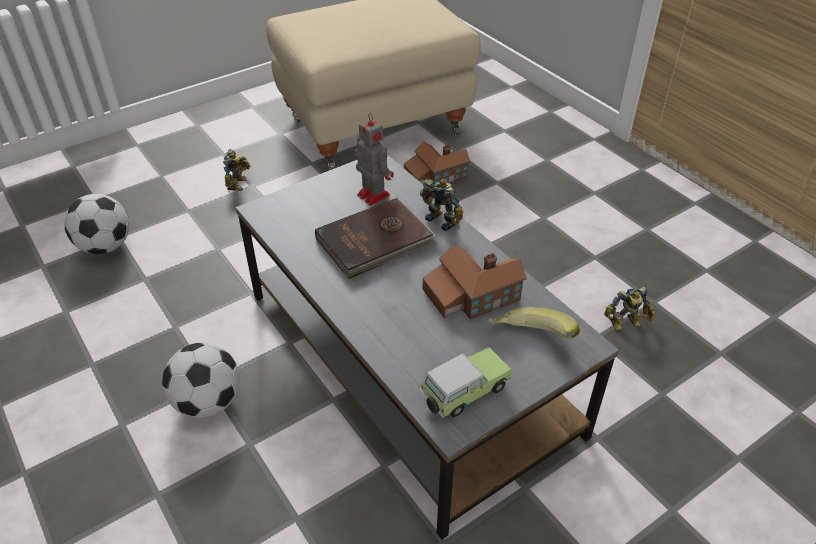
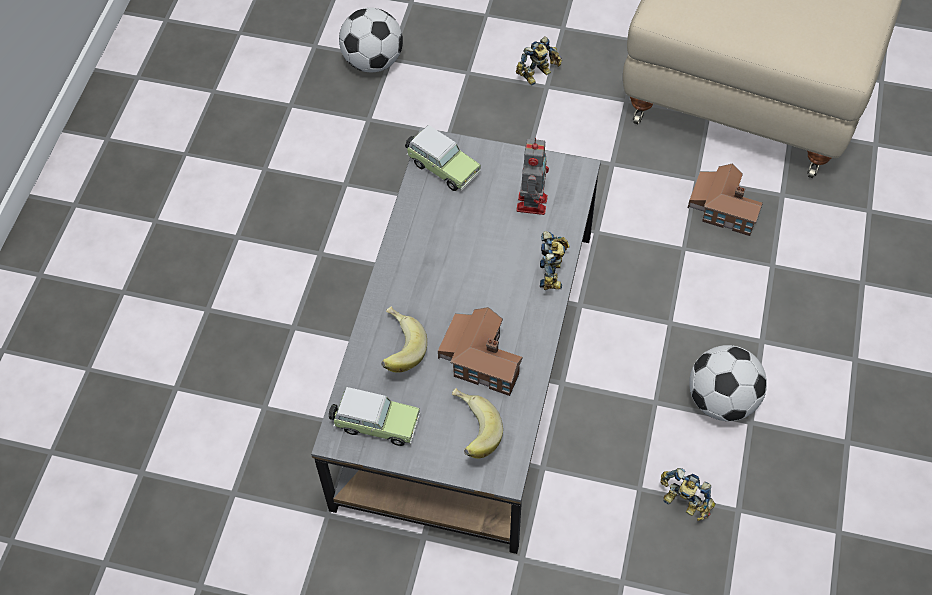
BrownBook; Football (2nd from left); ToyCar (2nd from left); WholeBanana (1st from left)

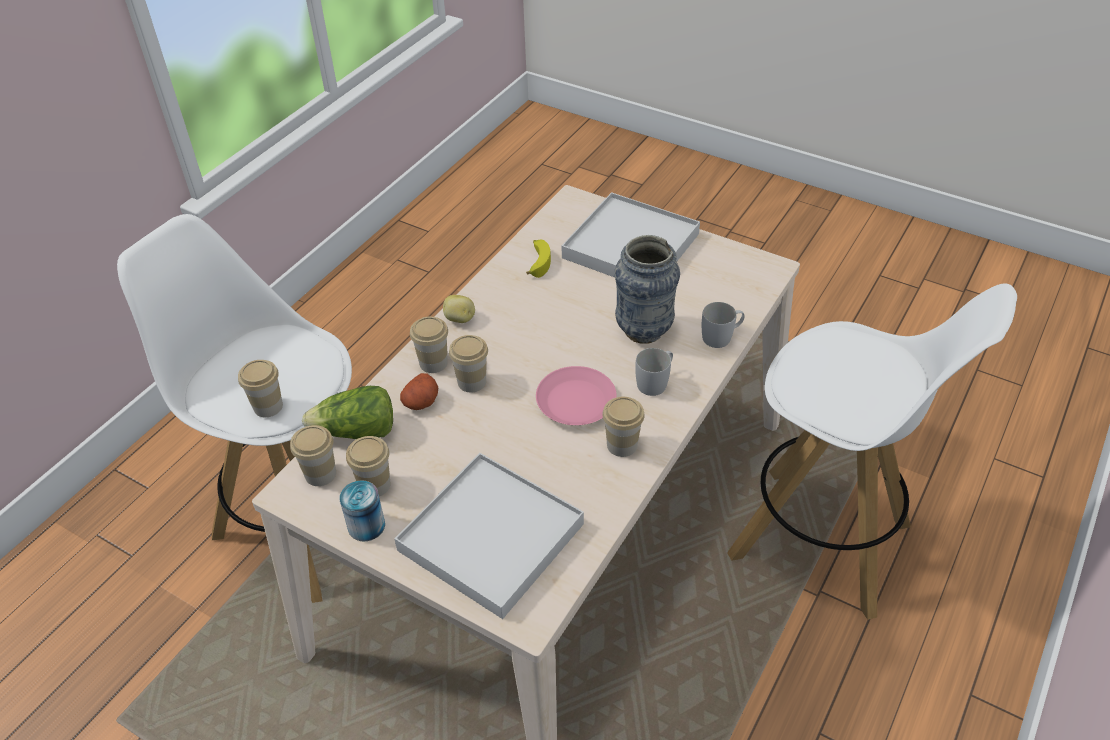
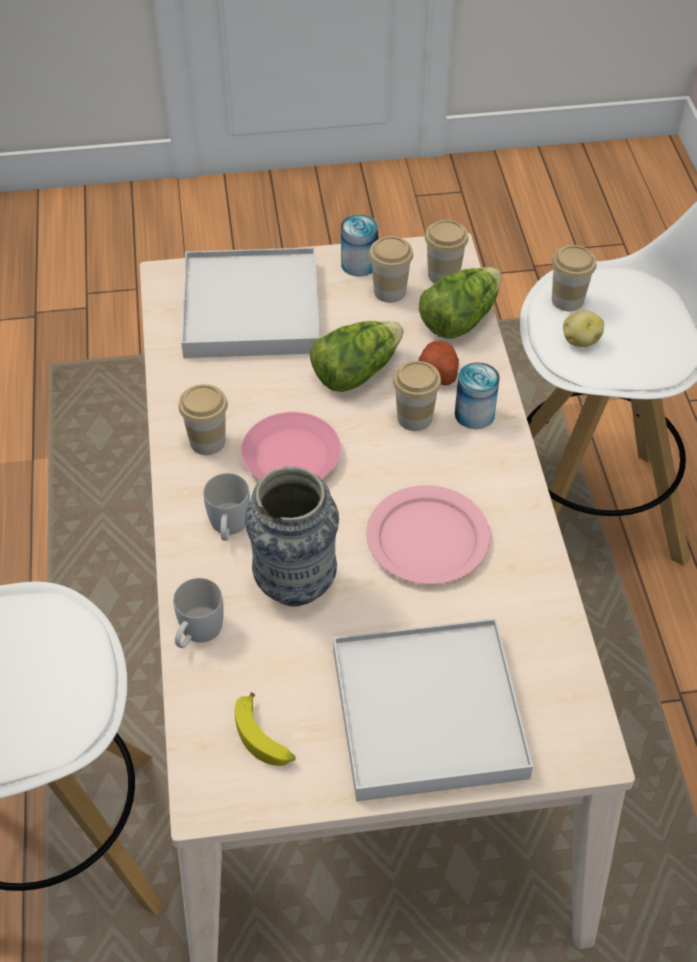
WholeBanana; Spud (2nd from left); MetalCan (2nd from left); HeadOfLettuce (1st from left); PinkishPlate (2nd from left)

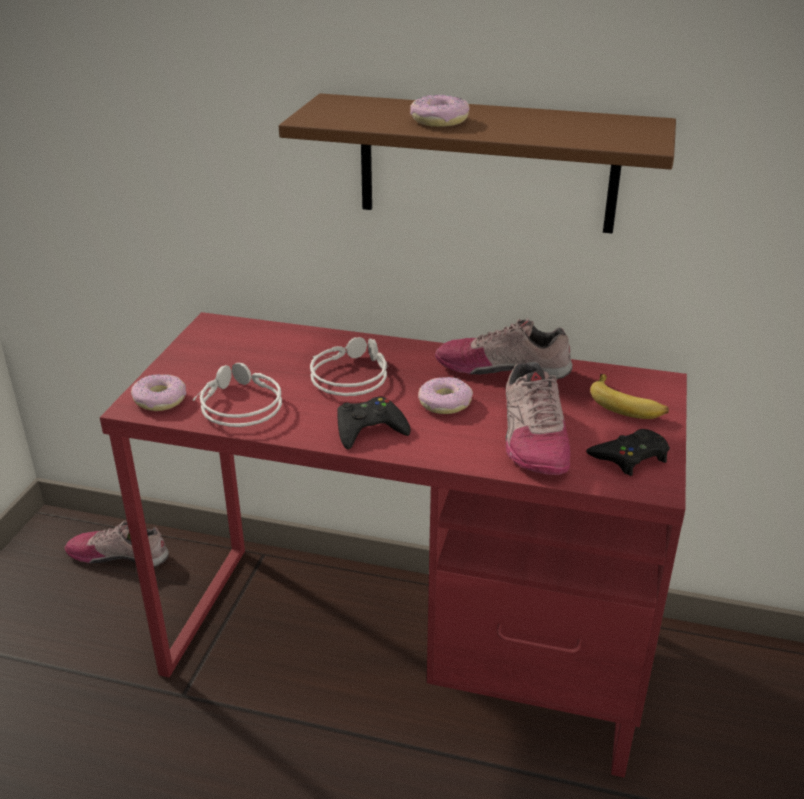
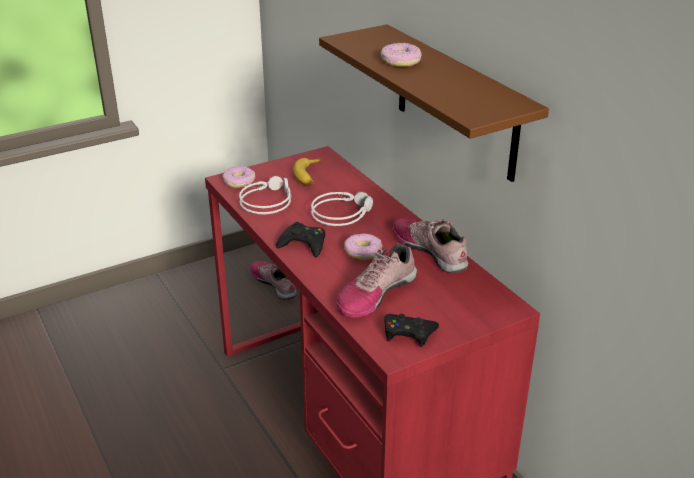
WholeBanana

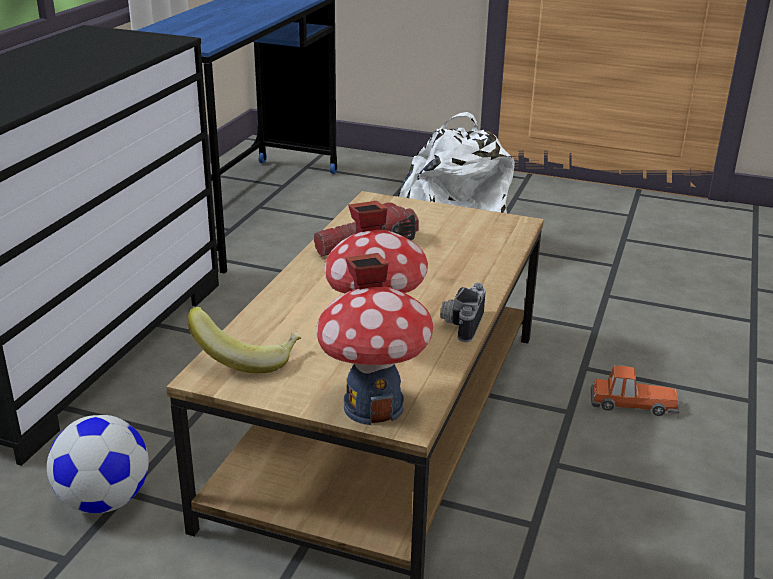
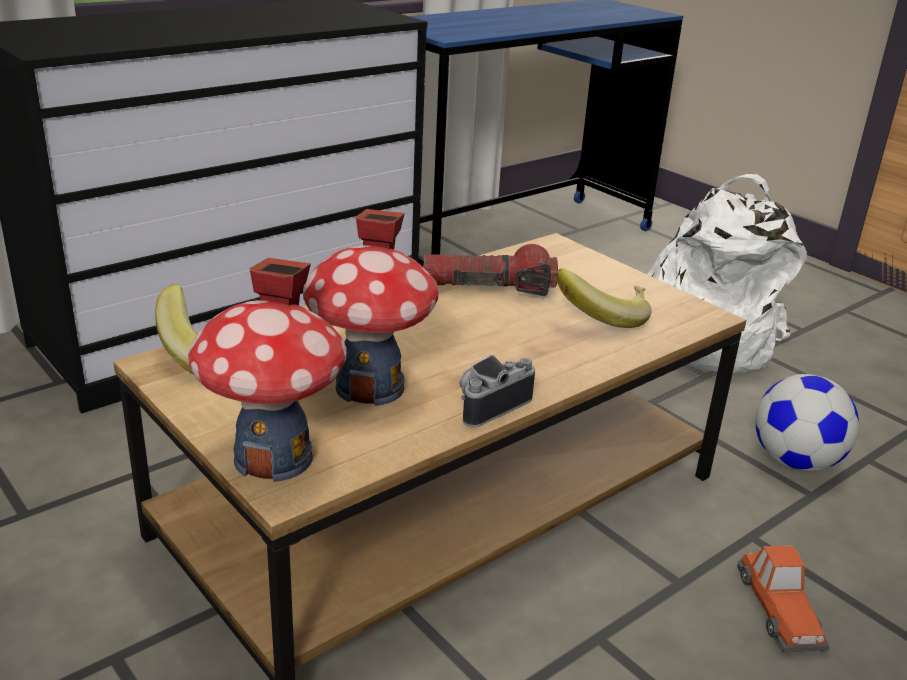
ToyCar; Football; WholeBanana (2nd from left)

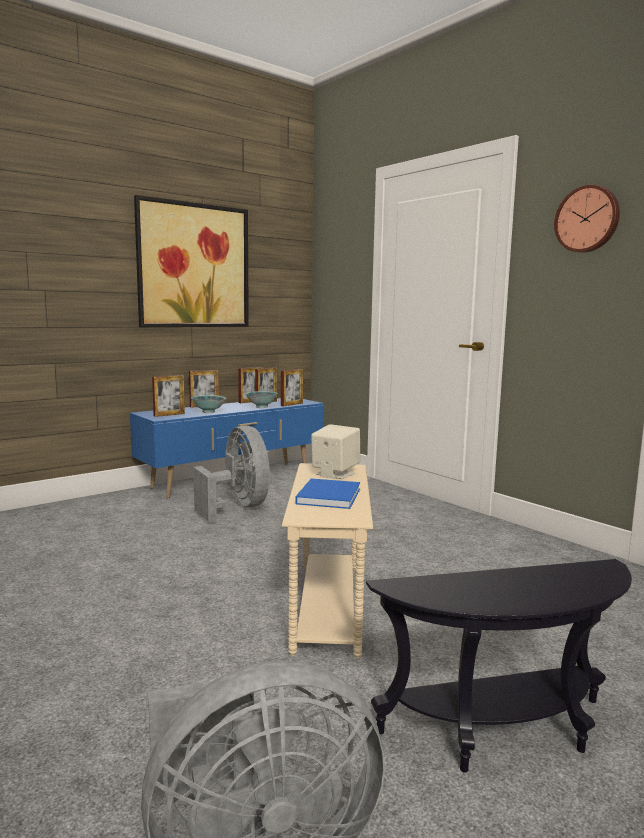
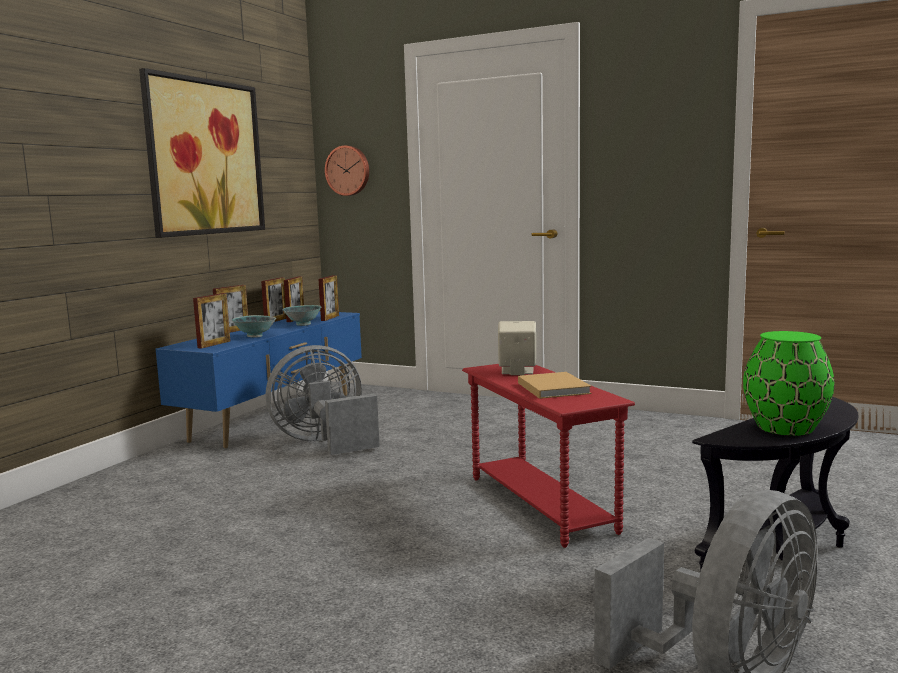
ClockOnTheWall; GreyFan (1st from left); RedColouredEndTable; BeigeColouredBook; GreenishDecorativeVase

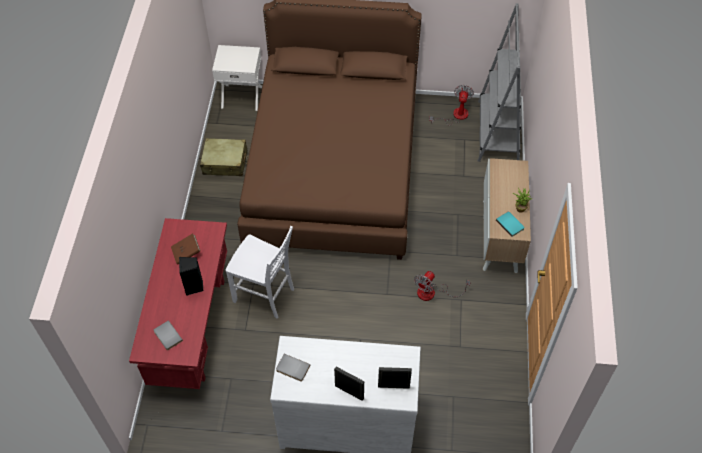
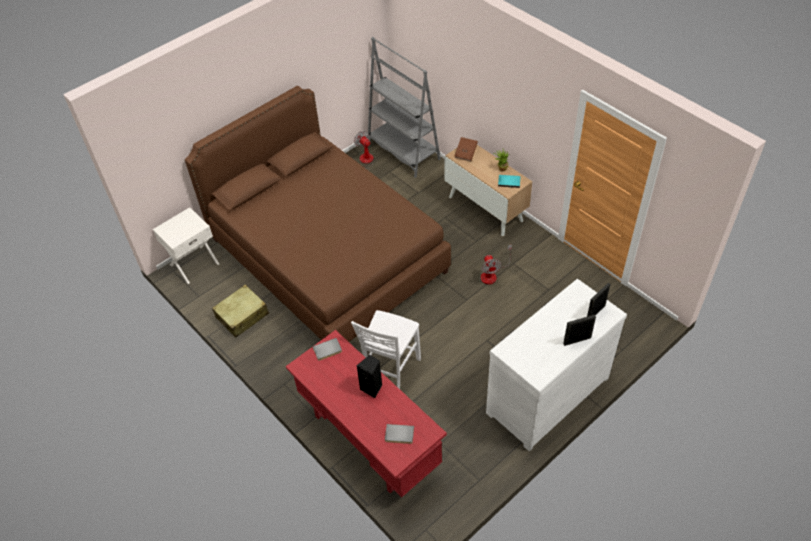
WhitishUprightChair; BrownBook; GreyBook (1st from left)

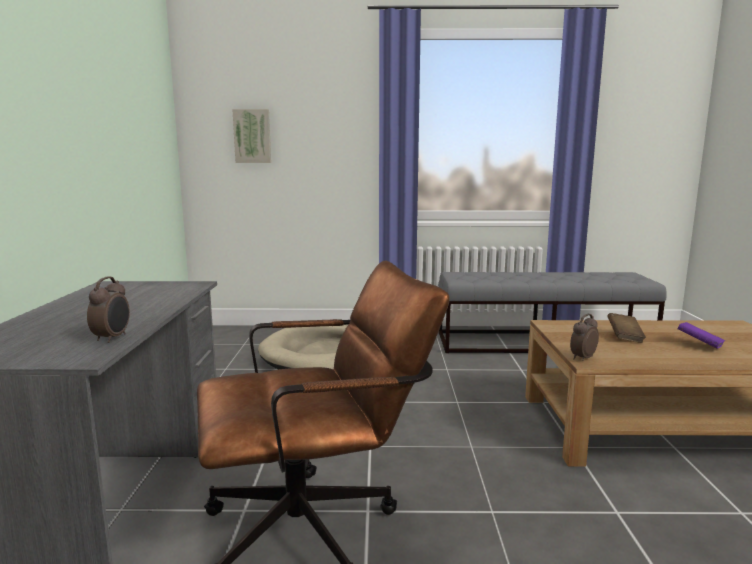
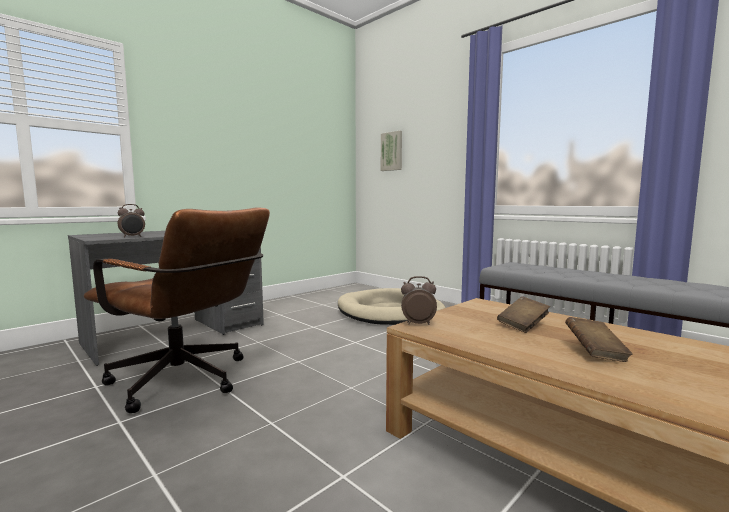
BrownBook (2nd from left)

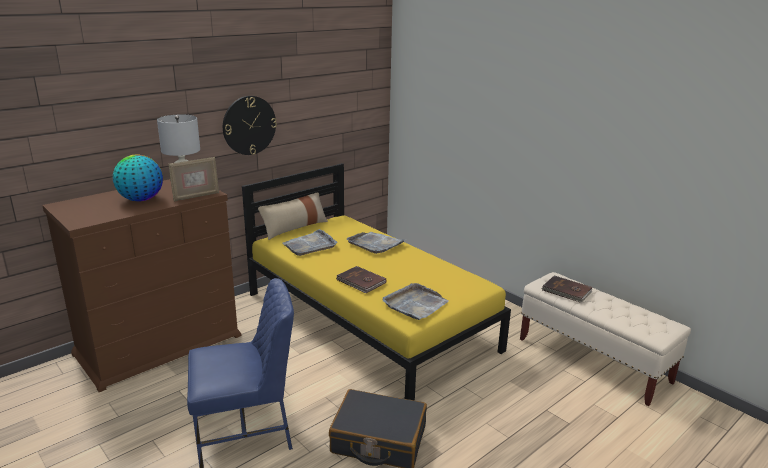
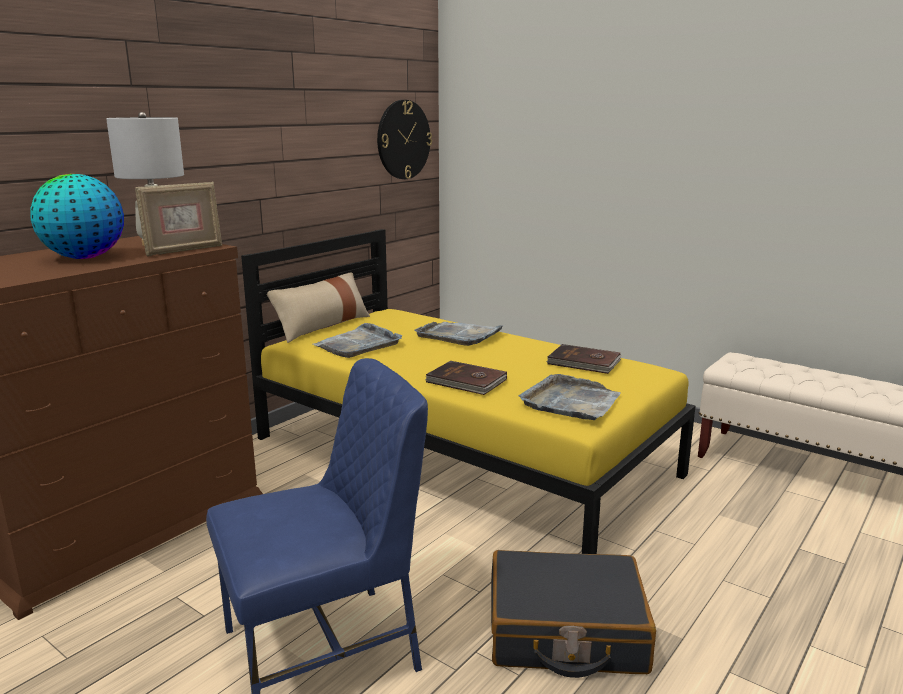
ClockOnTheWall; BrownBook (2nd from left)

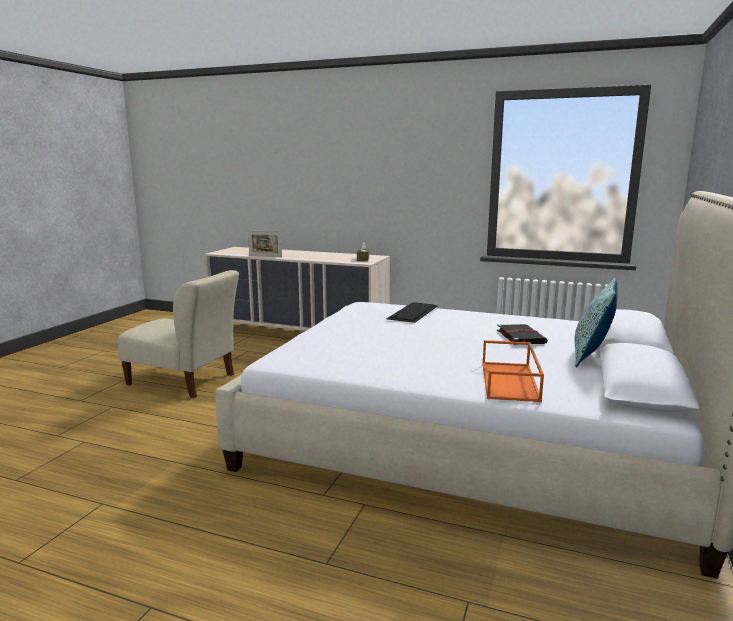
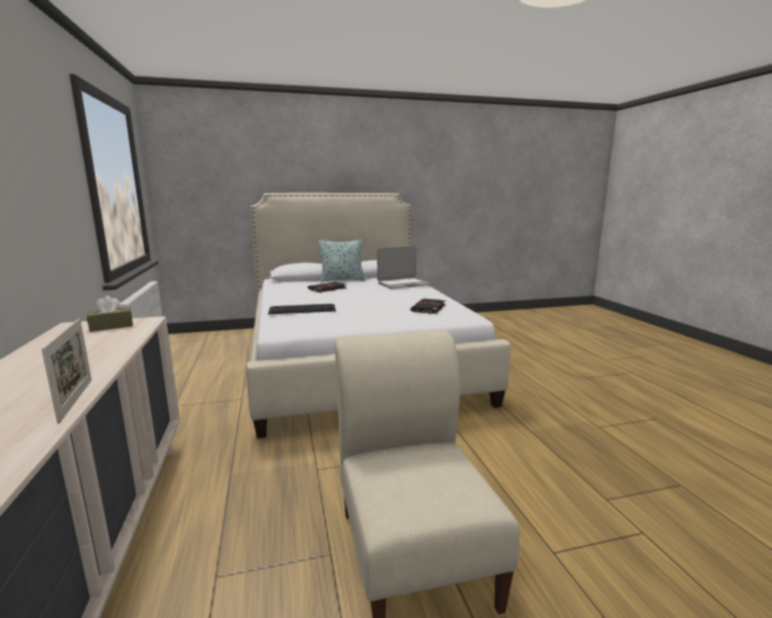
Laptop; BlackColouredBook (2nd from left)

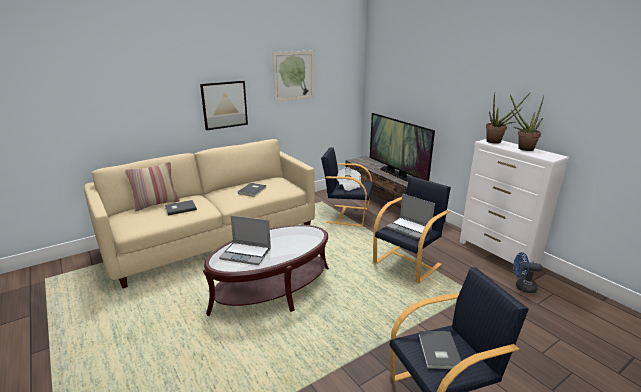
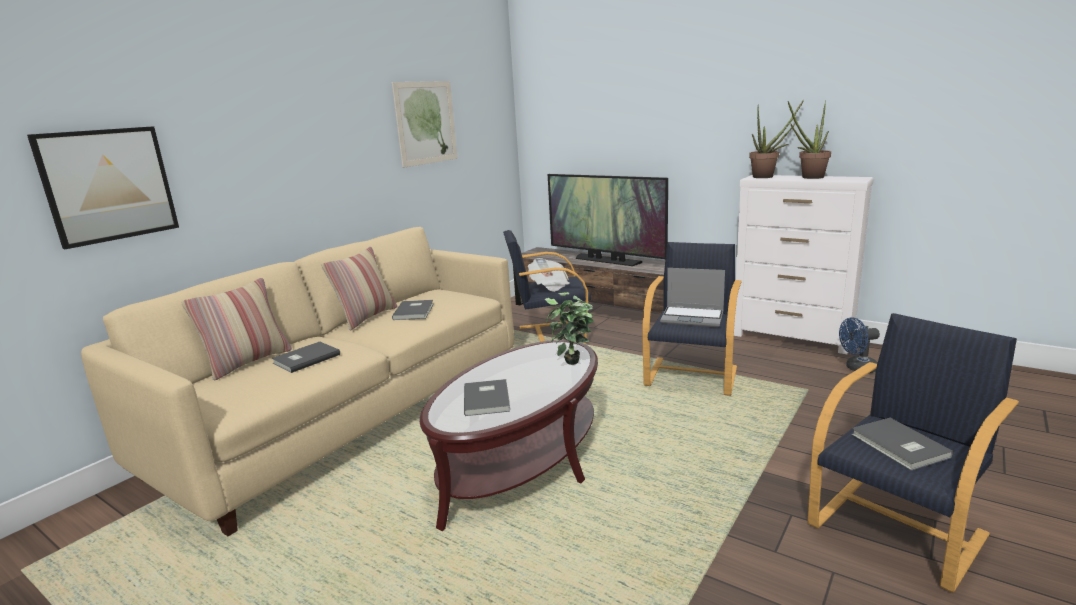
Picture (1st from left); GreyBook (3rd from left); ThrowPillow (2nd from left); PlantInAPot (1st from left)

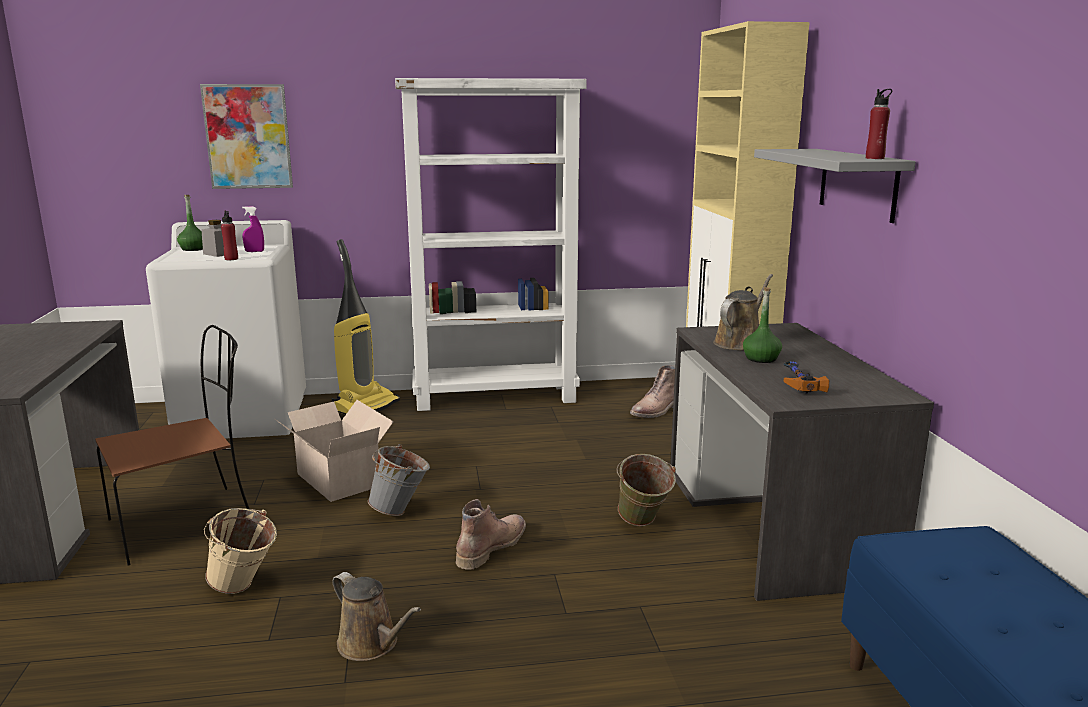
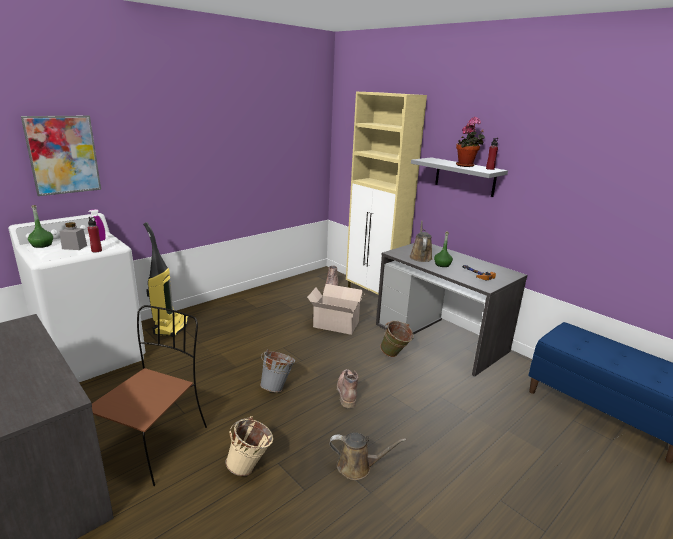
WhitishShelvingUnit; Carton; PlantInAPot

